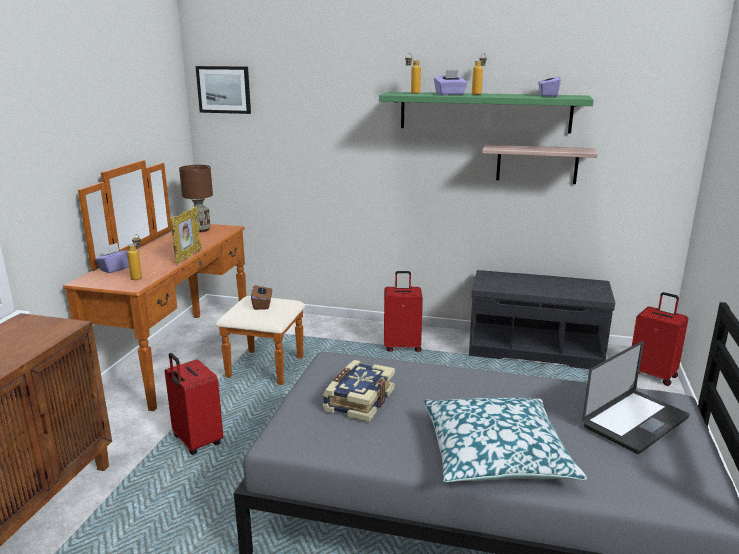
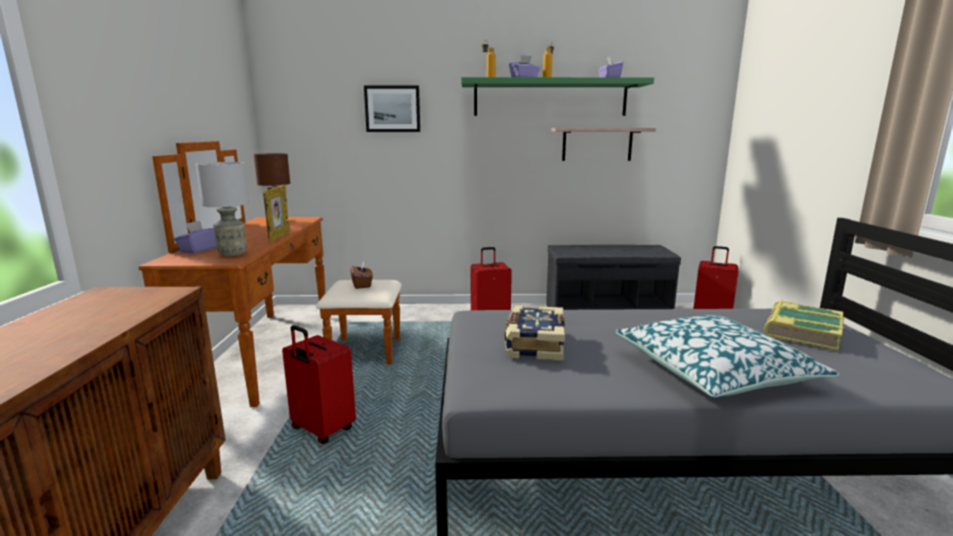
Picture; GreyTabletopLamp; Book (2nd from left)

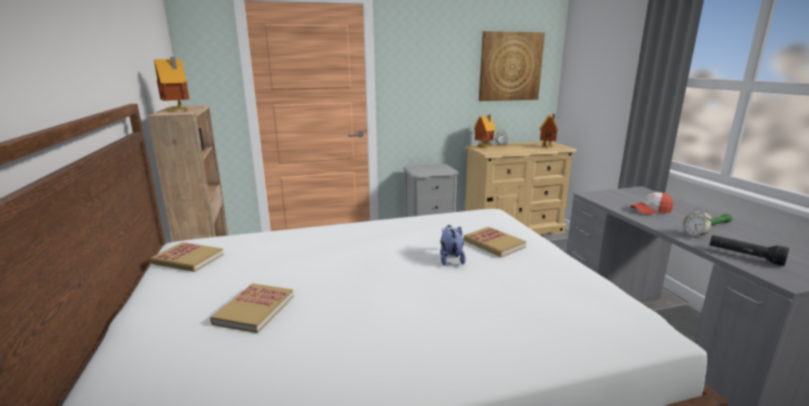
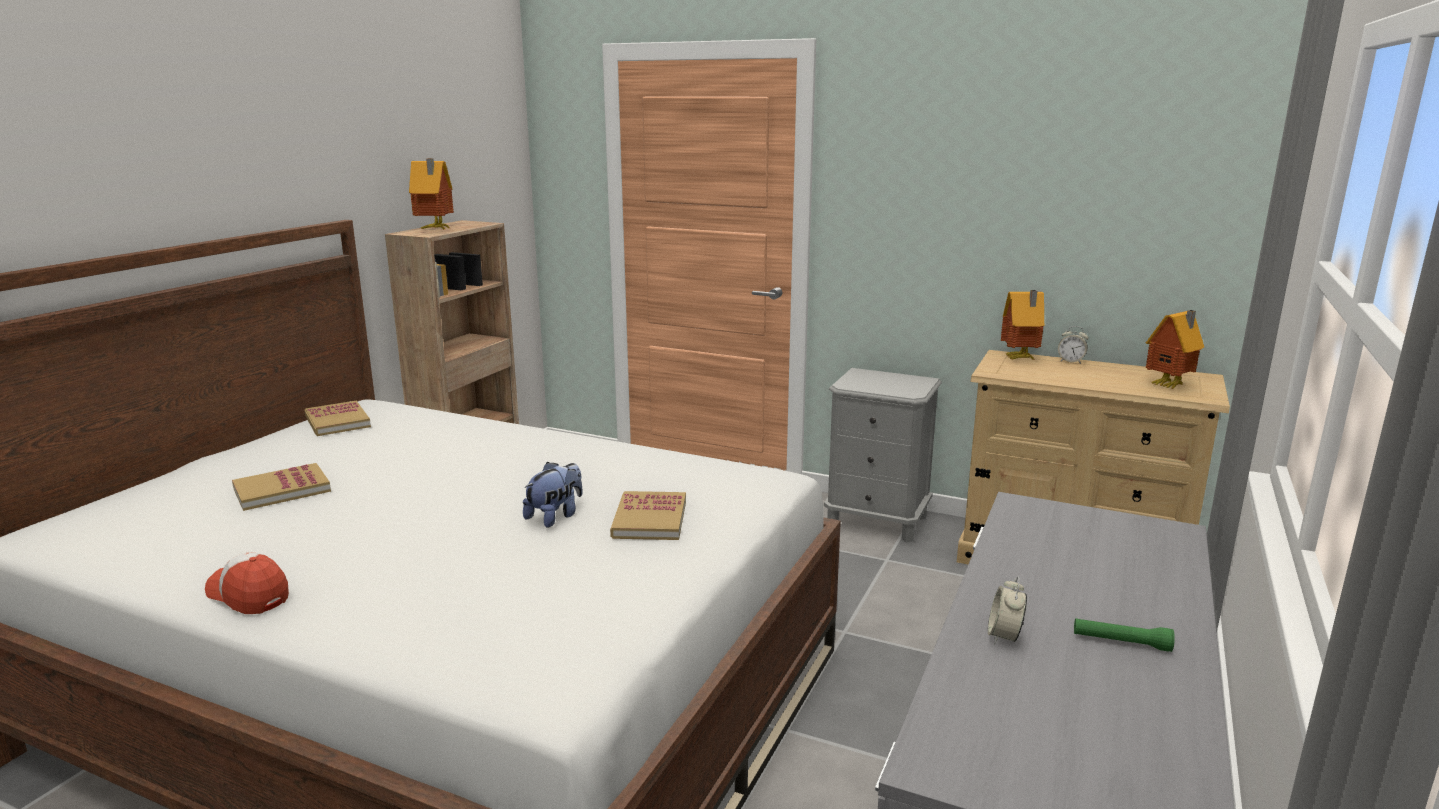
Picture; PeakedCap; BlackColouredHandTorch

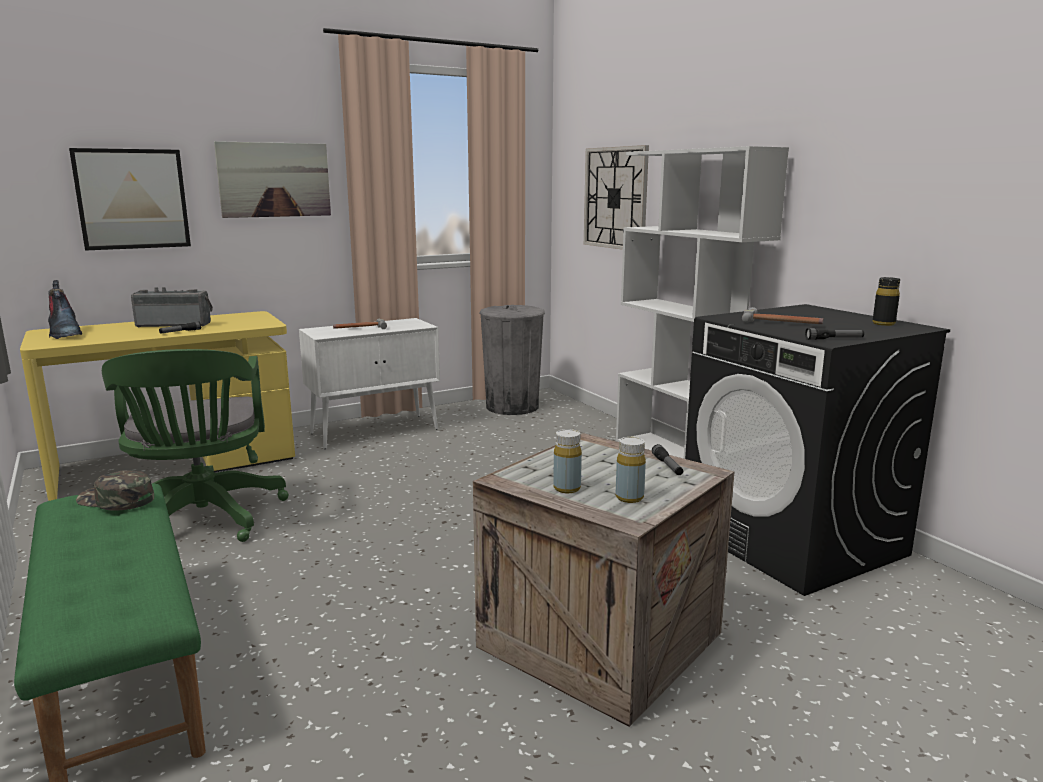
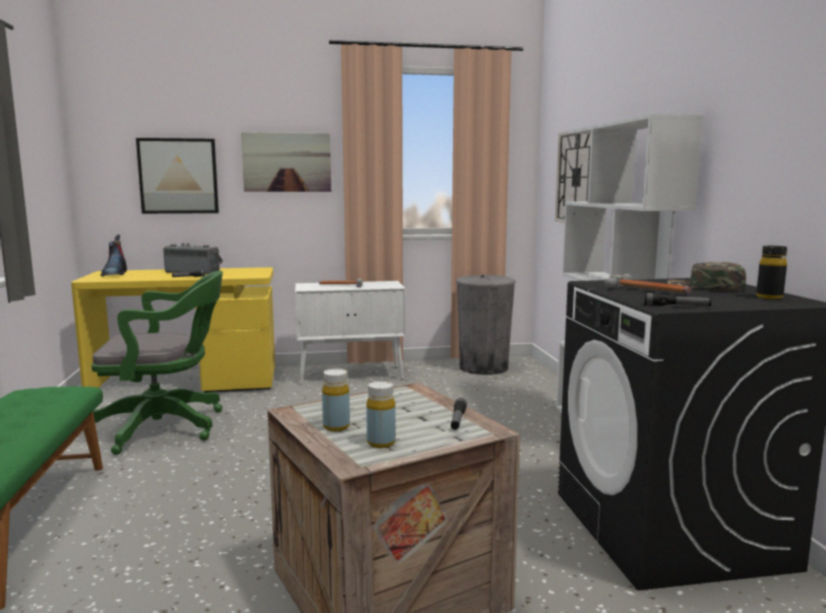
GreenishOfficeChair; GreenishPeakedCap

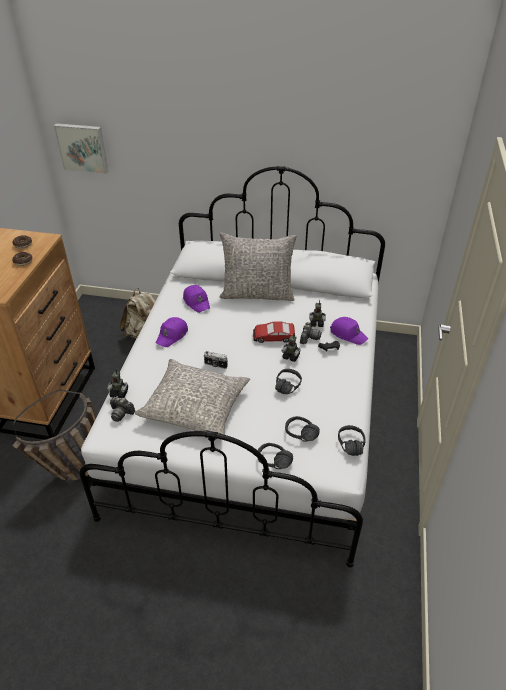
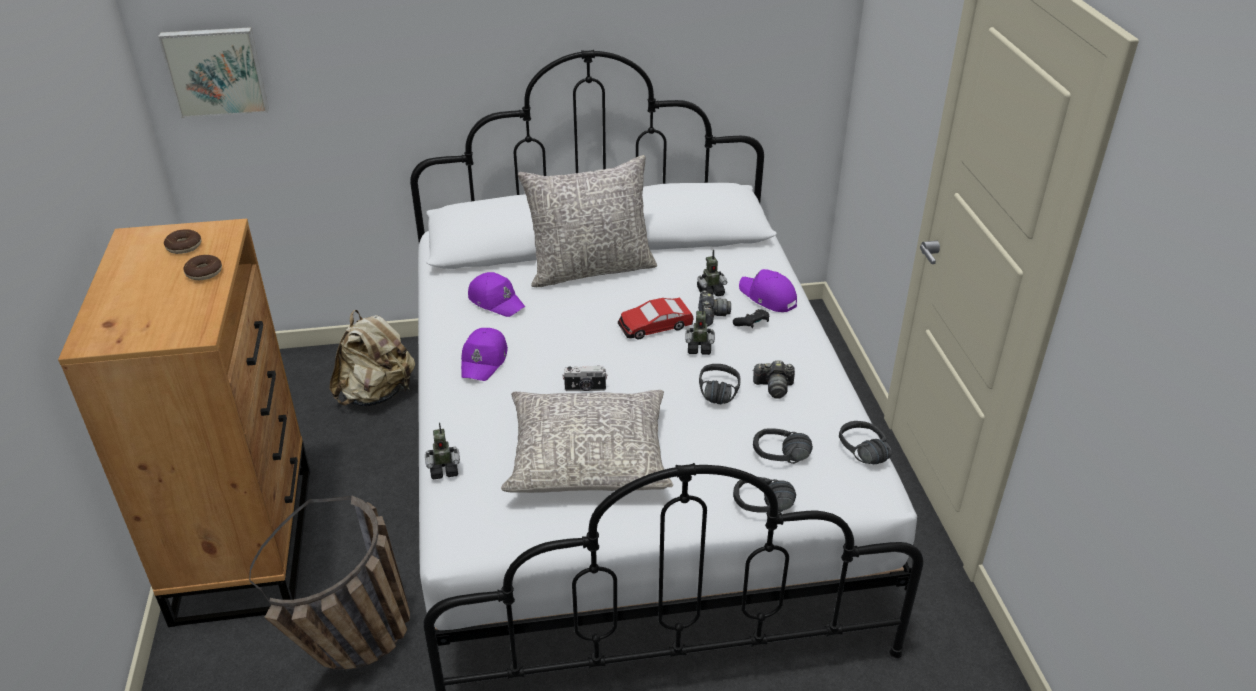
PurpleColouredPeakedCap (3rd from left); PhotoCamera (3rd from left)

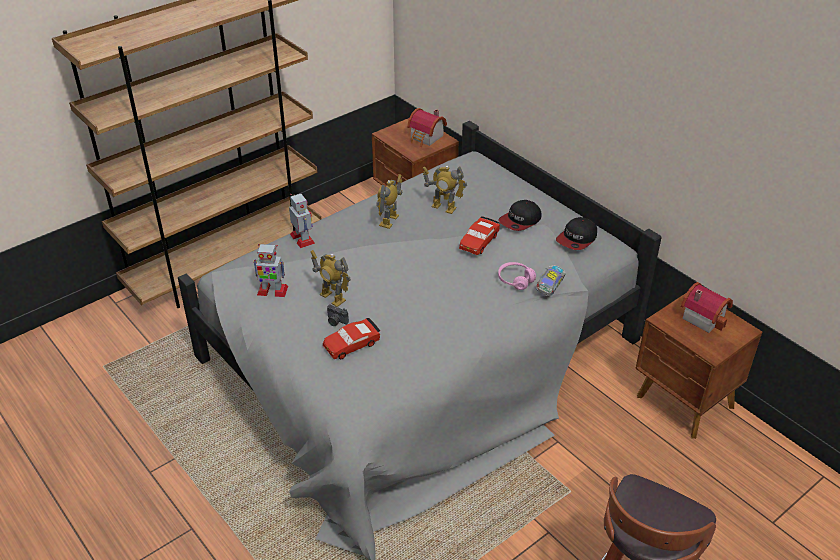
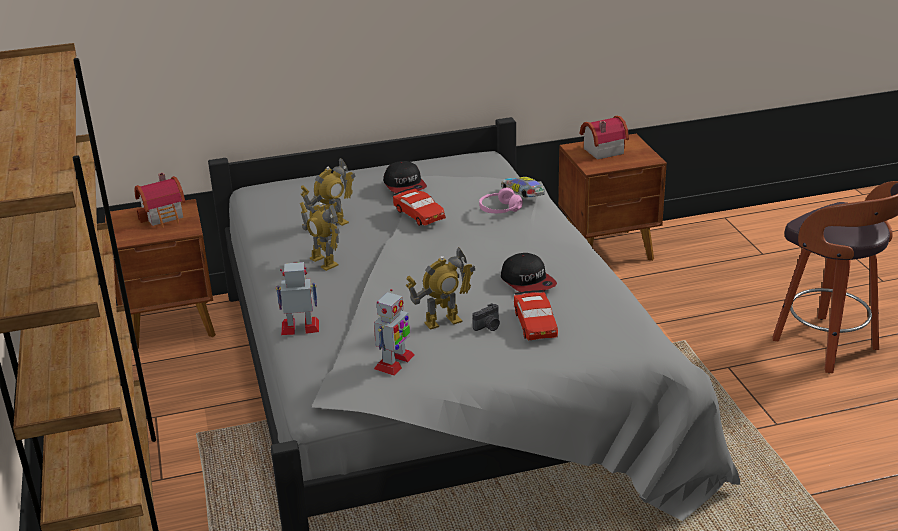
PeakedCap (2nd from left)

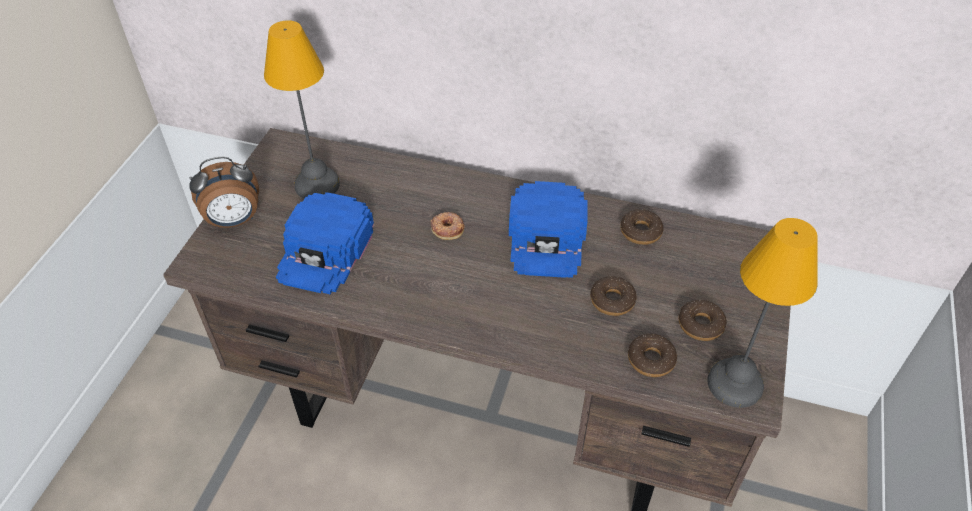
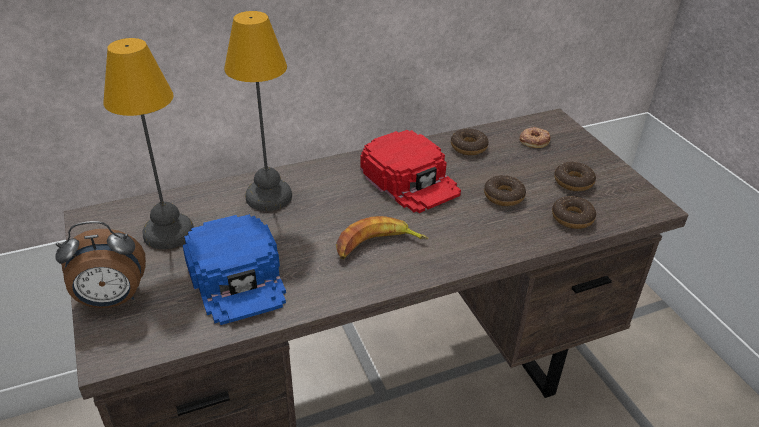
AlarmClock; RedColouredPeakedCap; RingDoughnut (3rd from left); TabletopLamp (2nd from left); WholeBanana

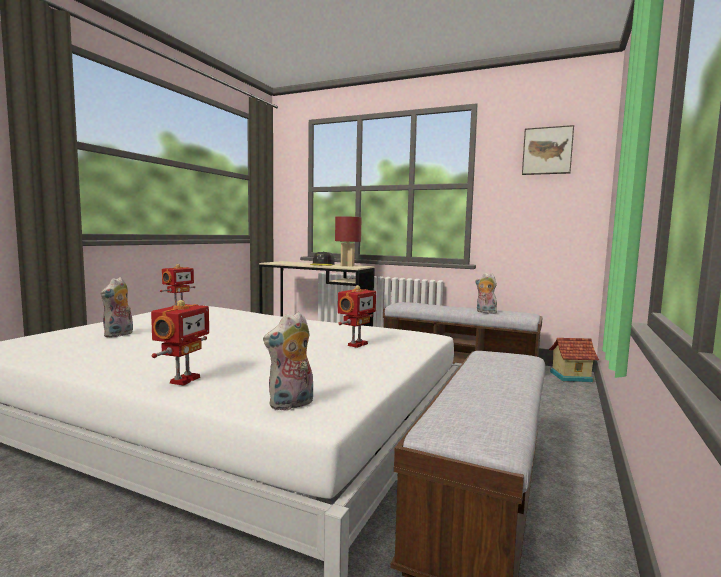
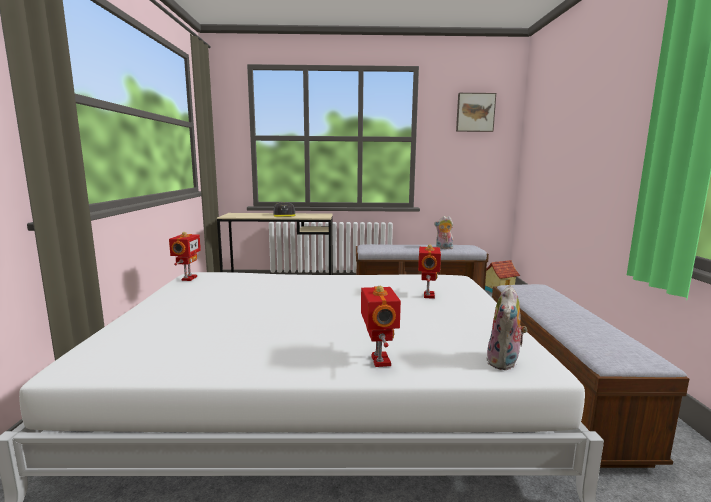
RedColouredTabletopLamp; CuddlyToy (1st from left in the first image)

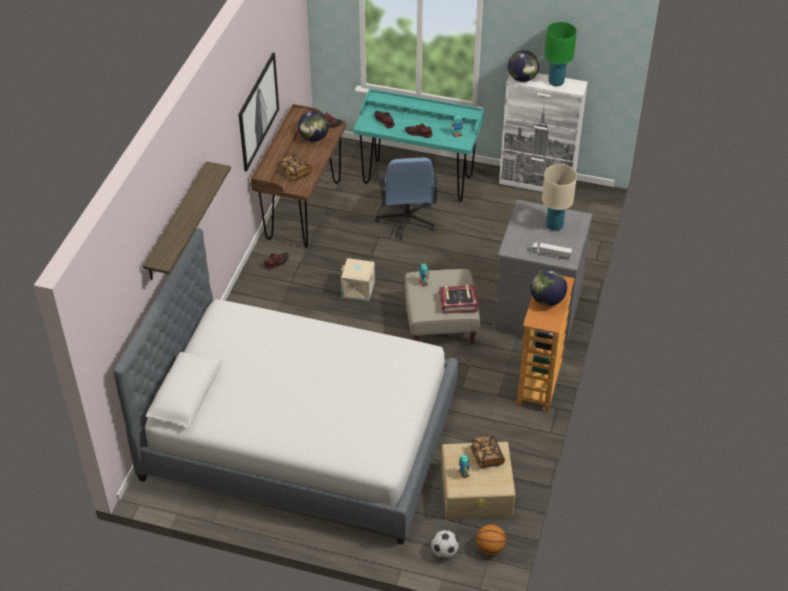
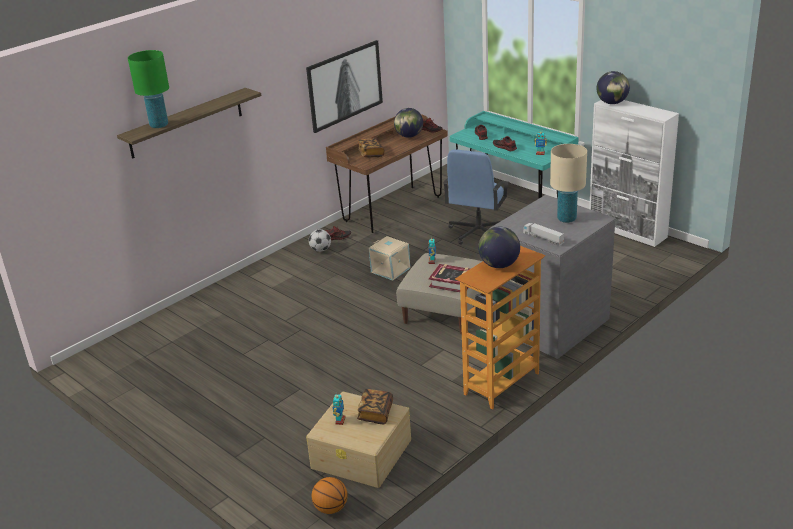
GreenishTabletopLamp; Bed; Football

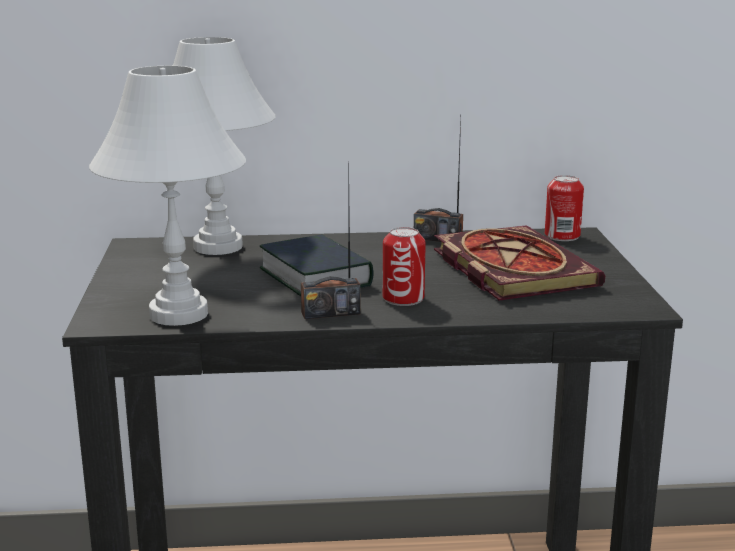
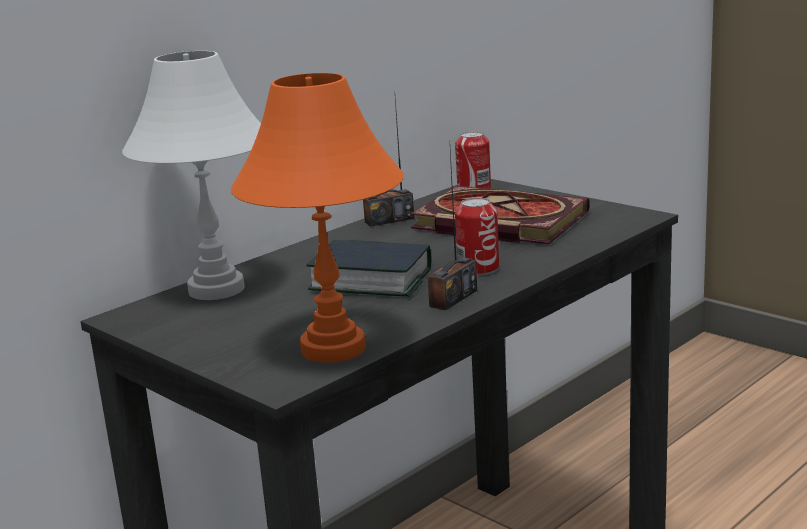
OrangeColouredTabletopLamp

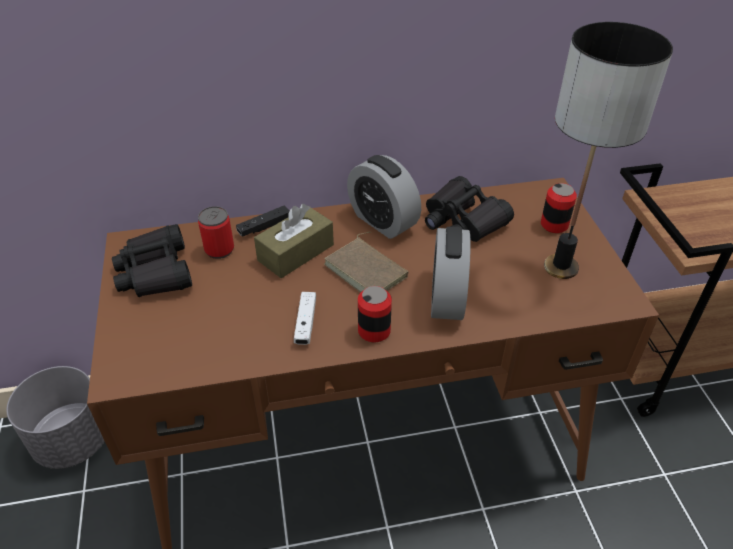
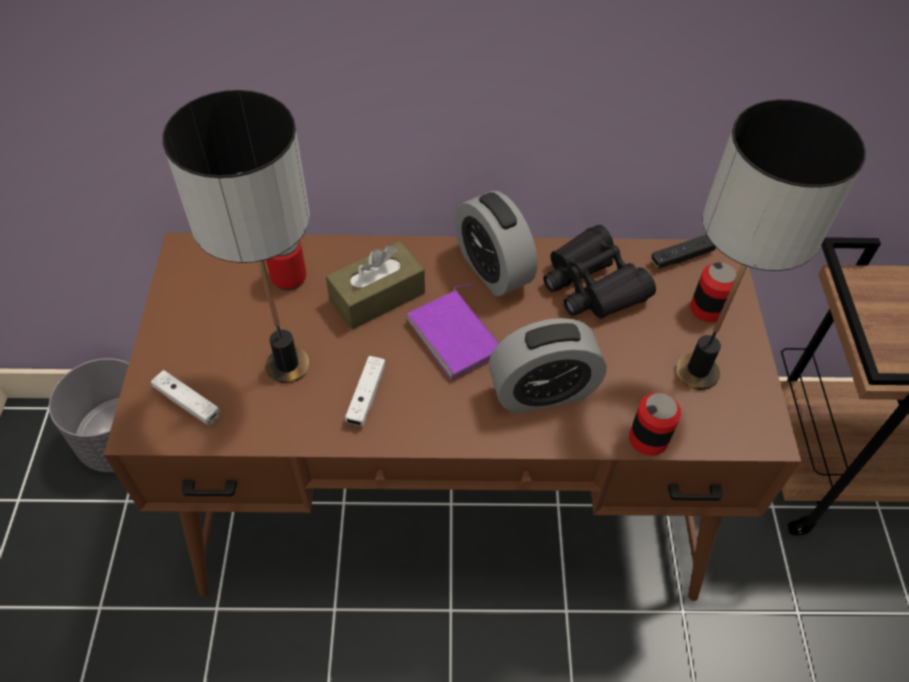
BlackColouredGamepad; BlackColouredFieldGlasses (1st from left in the first image); AlarmClock (2nd from left); PurpleColouredBook; MetalCan (2nd from left); TabletopLamp (1st from left); WhitishGamepad (1st from left)

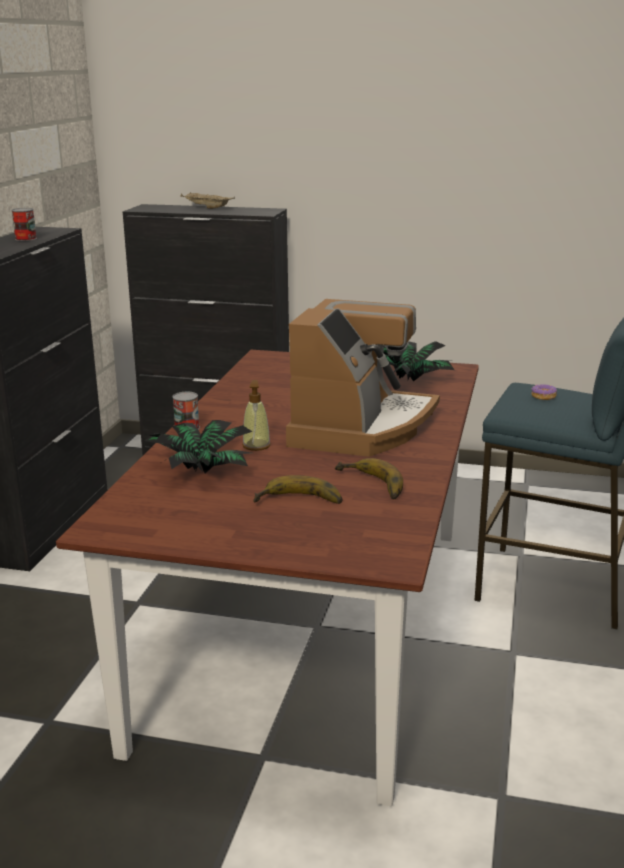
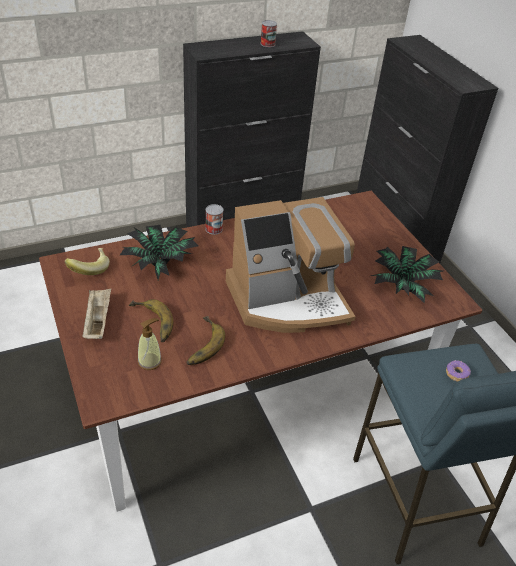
BeigeColouredTray; SoapDispenser; WholeBanana (1st from left)

